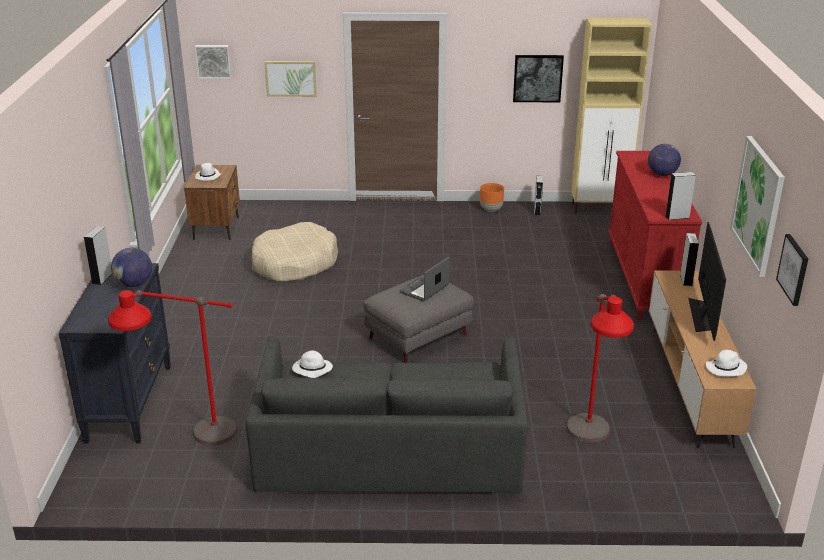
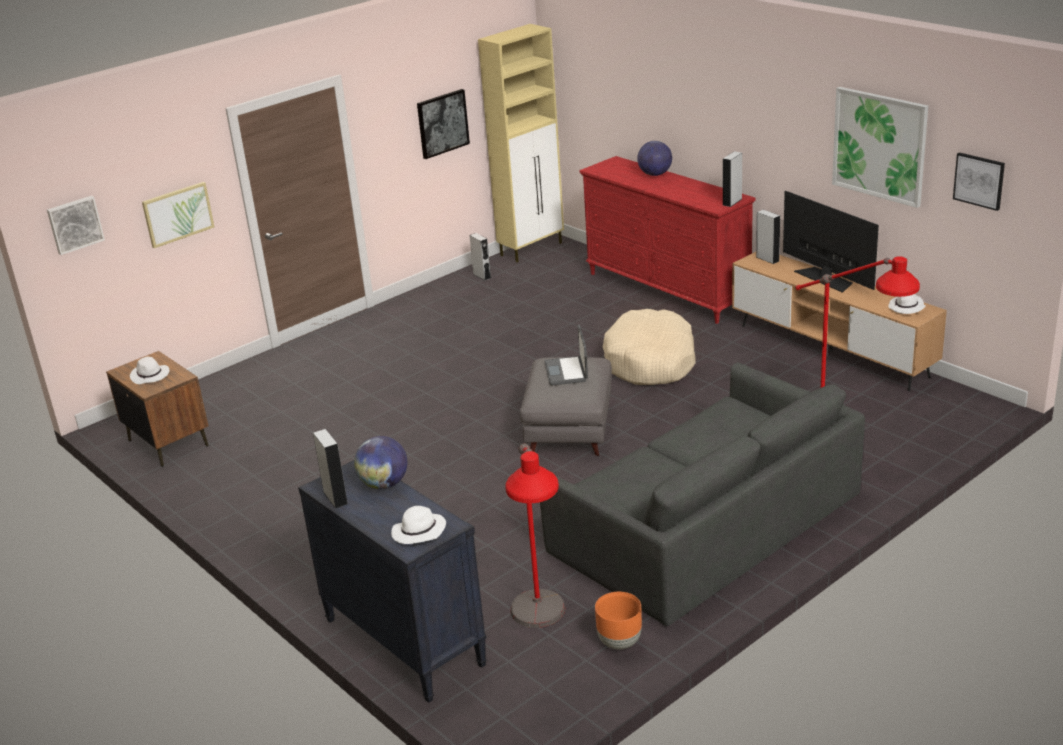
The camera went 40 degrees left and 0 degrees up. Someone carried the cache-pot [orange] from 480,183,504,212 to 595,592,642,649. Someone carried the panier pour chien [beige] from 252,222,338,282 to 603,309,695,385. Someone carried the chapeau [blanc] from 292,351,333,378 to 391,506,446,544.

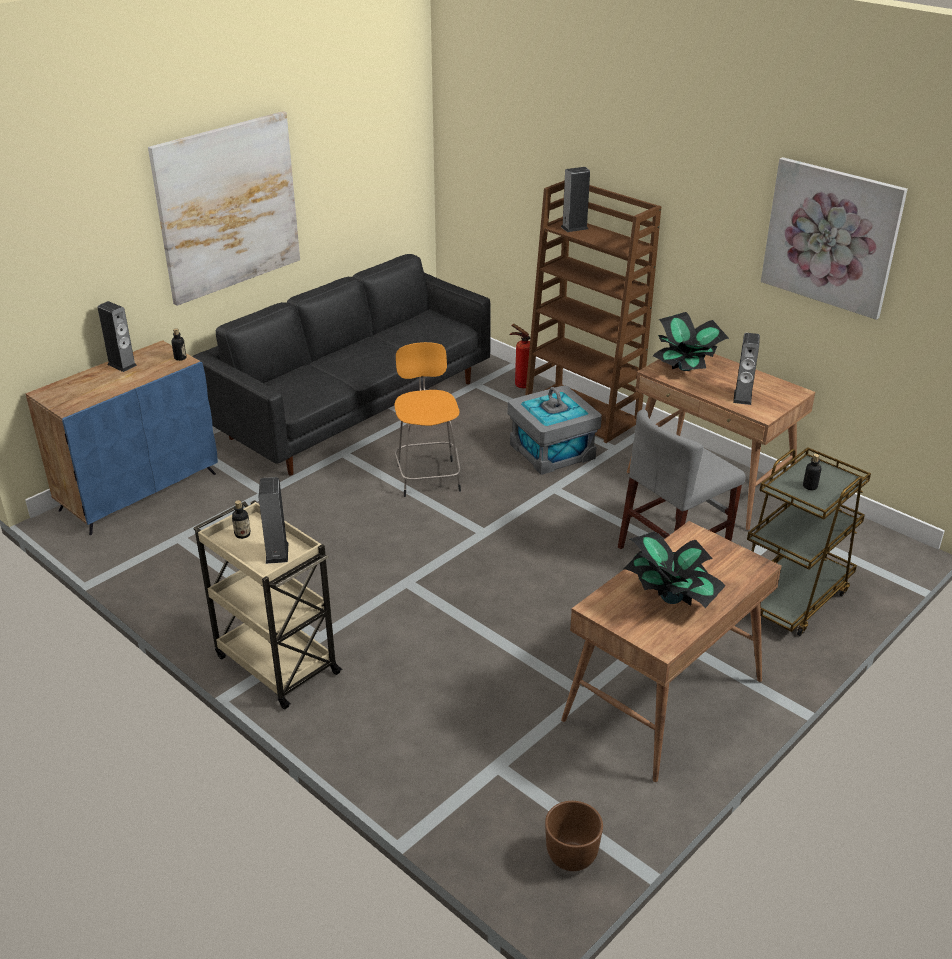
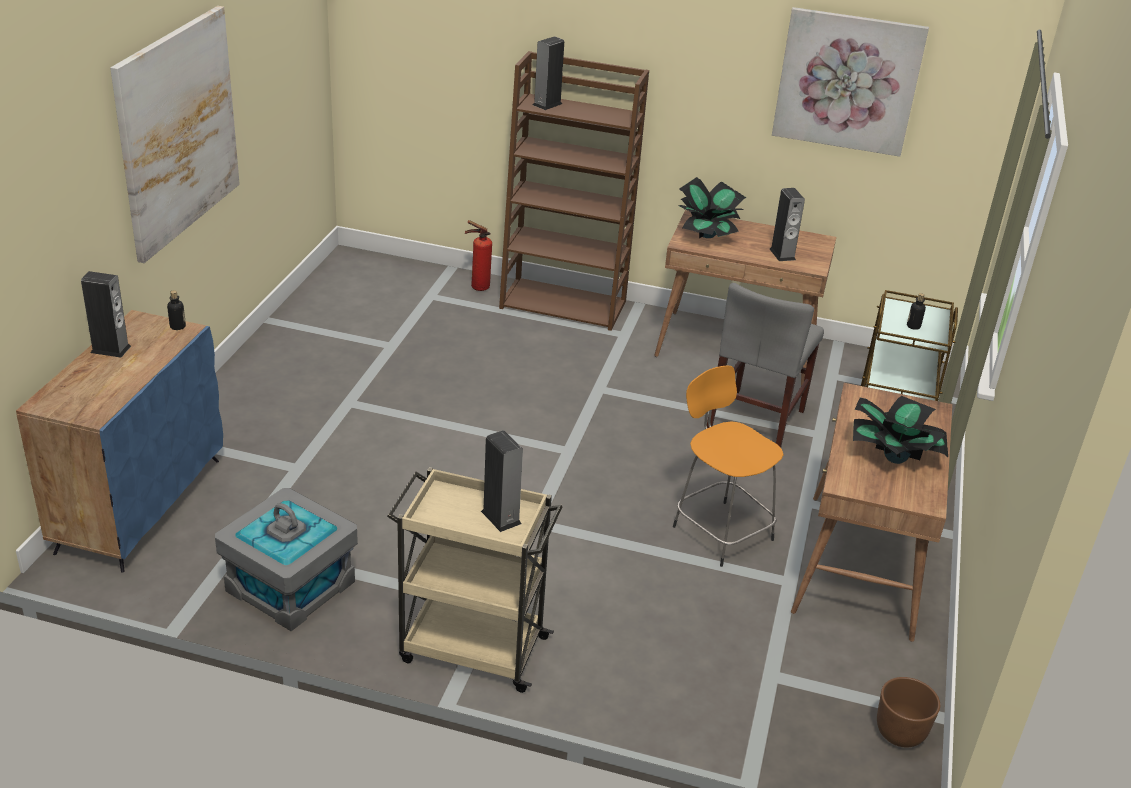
The camera went 30 degrees left and 0 degrees up. Someone took away the canapé [noir] at 192,254,491,476. Someone carried the tabouret [orange] from 394,342,461,497 to 673,365,784,567. Someone carried the boîte de rangement [gris] from 508,385,602,475 to 215,488,358,631. Someone took away the bouteille at 232,500,251,539.

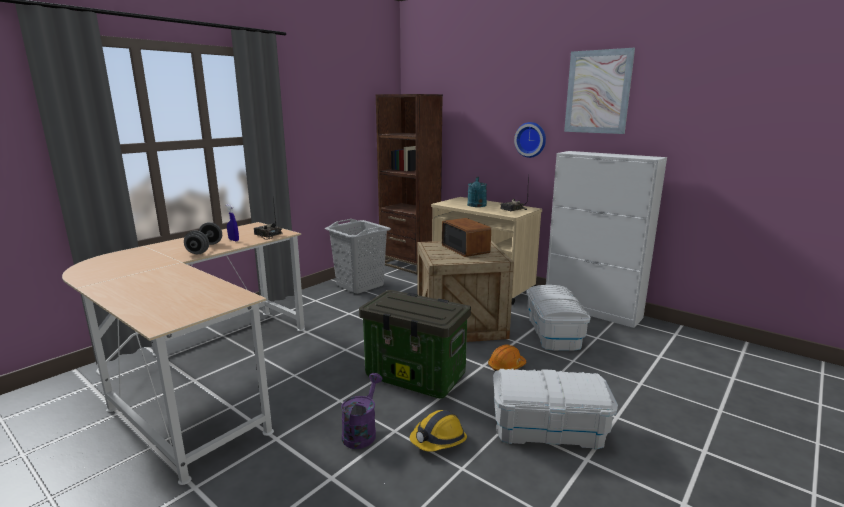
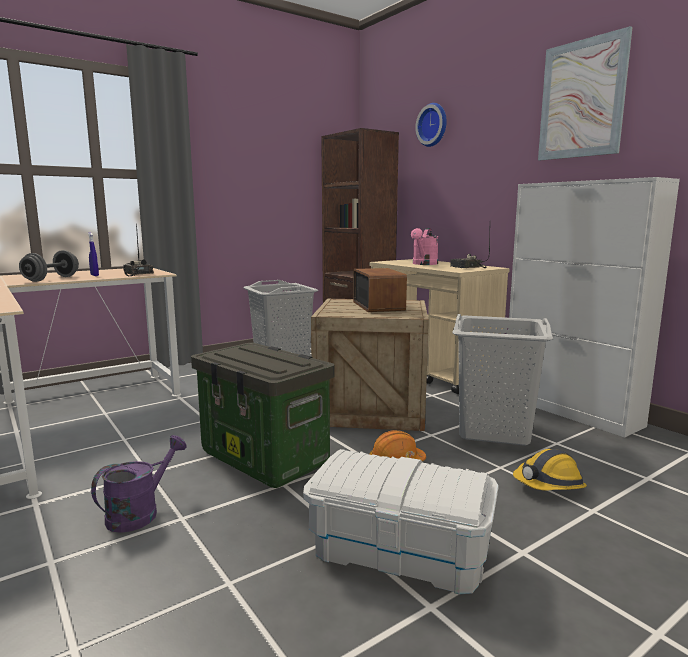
The camera went 15 degrees right and 5 degrees down. Someone carried the horloge murale from 514,122,546,158 to 415,103,447,147. Someone repainted the arrosoir [turquoise] at 467,177,487,207, which became the arrosoir [rose] at 411,228,438,265. Someone swapped the boîte de rangement [blanc] at 526,285,591,351 for the panier à linge [gris] at 452,314,553,446. Someone carried the casque de chantier from 410,410,467,452 to 513,449,587,491.

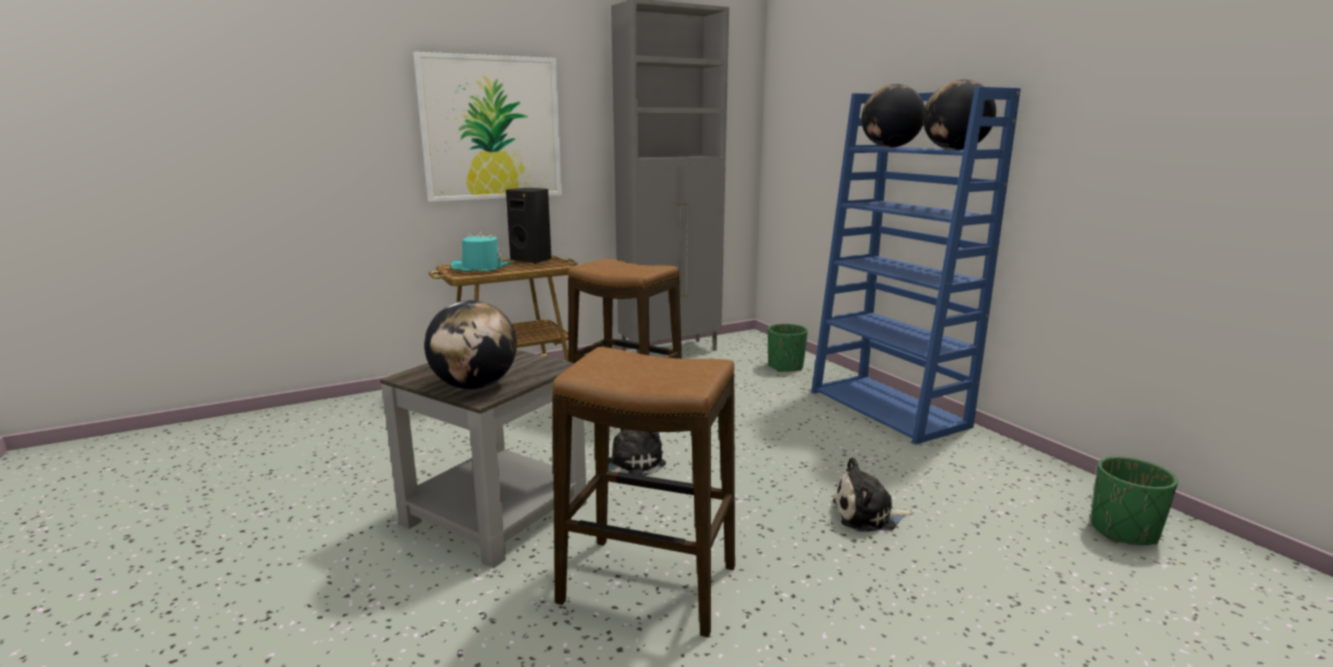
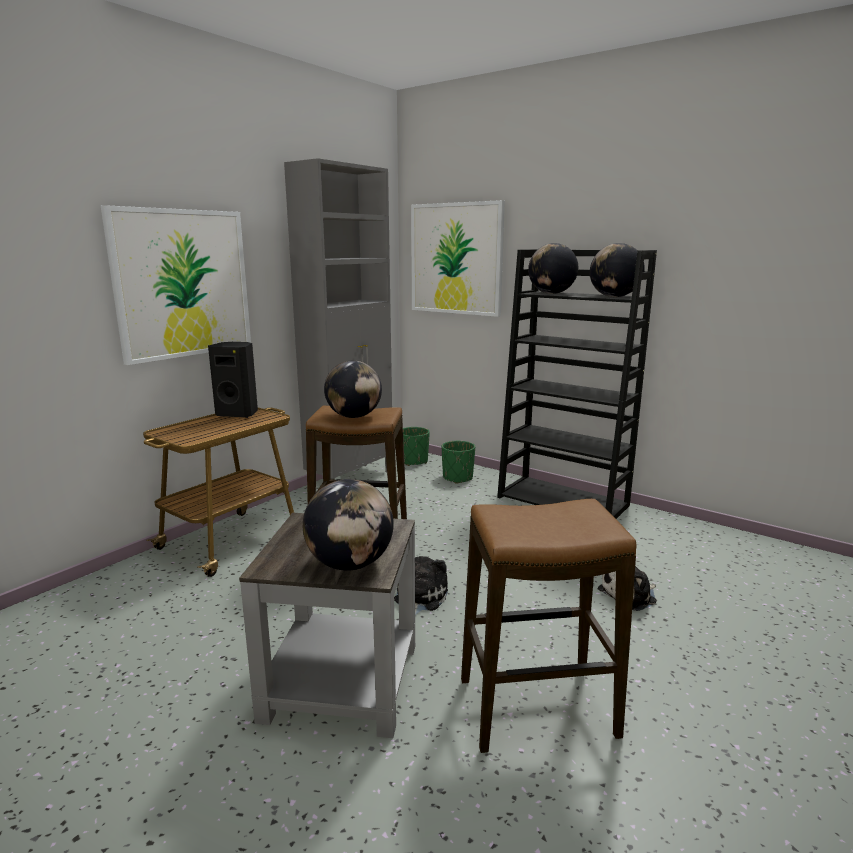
The camera went 25 degrees left and 0 degrees up. Someone repainted the bibliothèque [bleu] at 811,87,1021,445, which became the bibliothèque [noir] at 497,249,657,519. Someone took away the chapeau [turquoise] at 451,231,512,271. Someone carried the cache-pot [vert] from 1091,456,1178,545 to 403,427,430,466. Someone put up the tableau at 411,200,505,317. Someone put down the globe at 324,361,382,418.

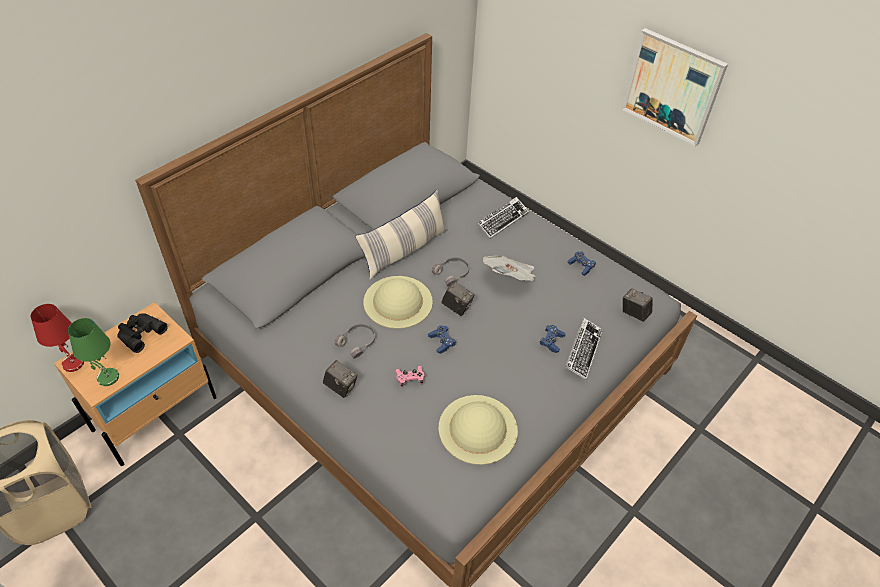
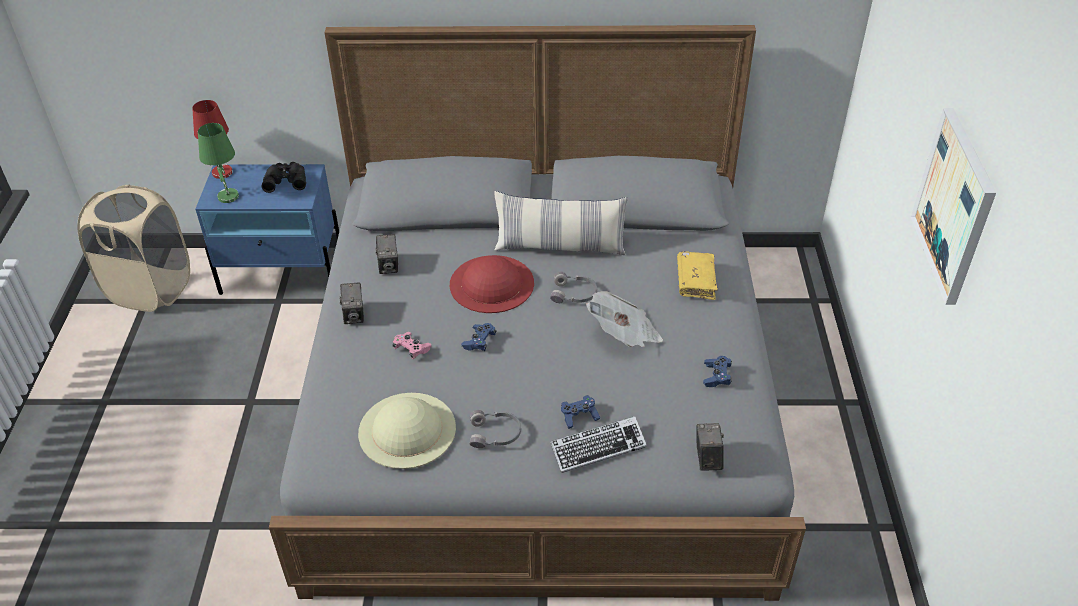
The camera went 50 degrees right and 5 degrees down. Someone swapped the clavier at 477,197,529,239 for the livre [jaune] at 677,251,718,300. Someone repainted the chapeau [beige] at 363,276,433,329, which became the chapeau [rouge] at 450,255,534,313. Someone carried the appareil photo from 441,281,475,316 to 375,234,398,274. Someone repainted the table de chevet [beige] at 54,302,217,466, which became the table de chevet [bleu] at 195,164,339,295. Someone carried the casque audio [gris] from 334,324,375,359 to 470,410,521,448.

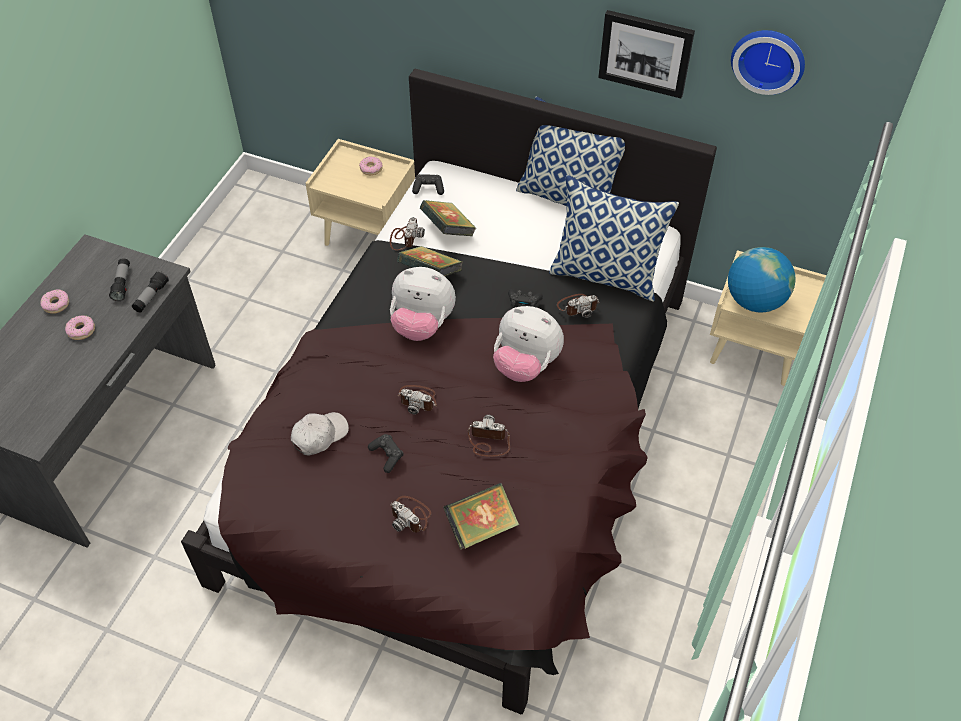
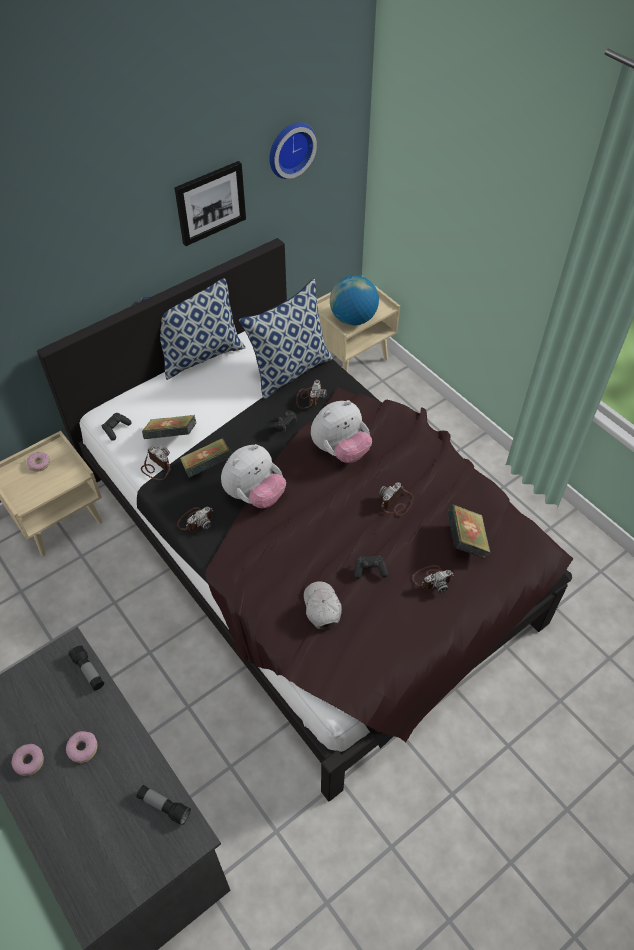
The camera went 60 degrees left and 0 degrees up. Someone carried the lampe de poche from 109,258,130,301 to 136,785,191,826. Someone carried the appareil photo from 397,385,437,415 to 177,507,214,532.

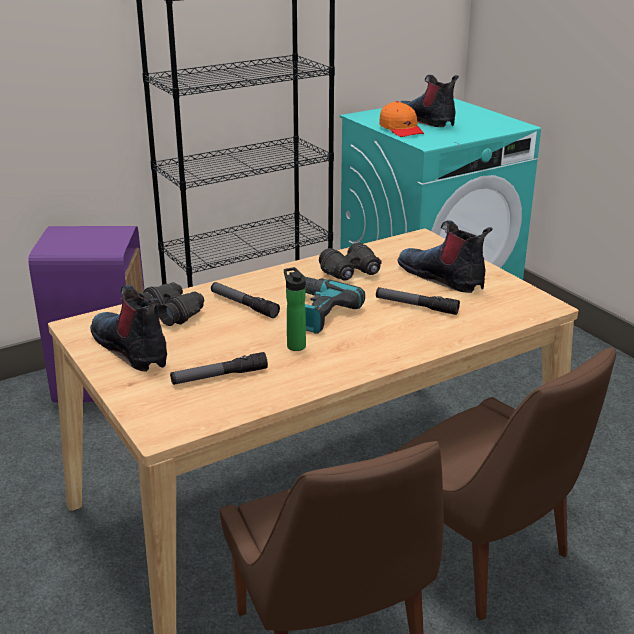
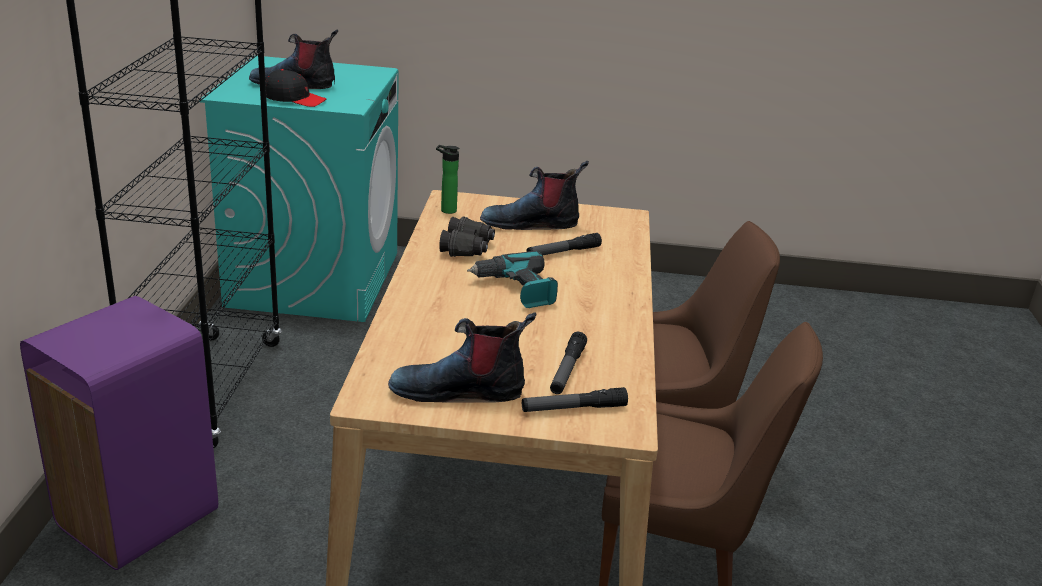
The camera went 55 degrees left and 0 degrees up. Someone repainted the casquette [orange] at 379,101,424,137, which became the casquette [noir] at 265,69,327,107. Someone carried the bouteille from 284,267,306,351 to 436,145,459,214. Someone took away the jumelles [noir] at 139,282,204,326. Someone carried the lampe de poche from 211,282,280,318 to 522,387,628,412.

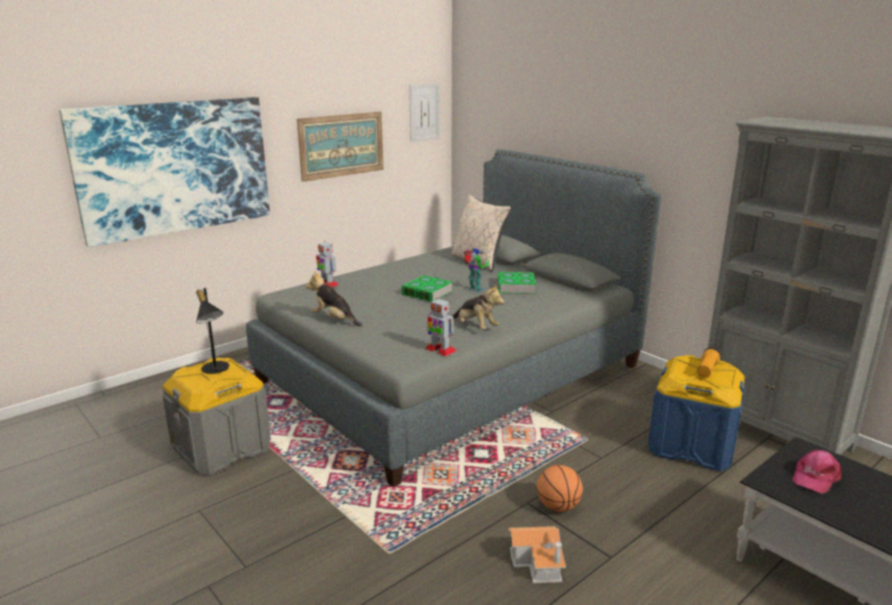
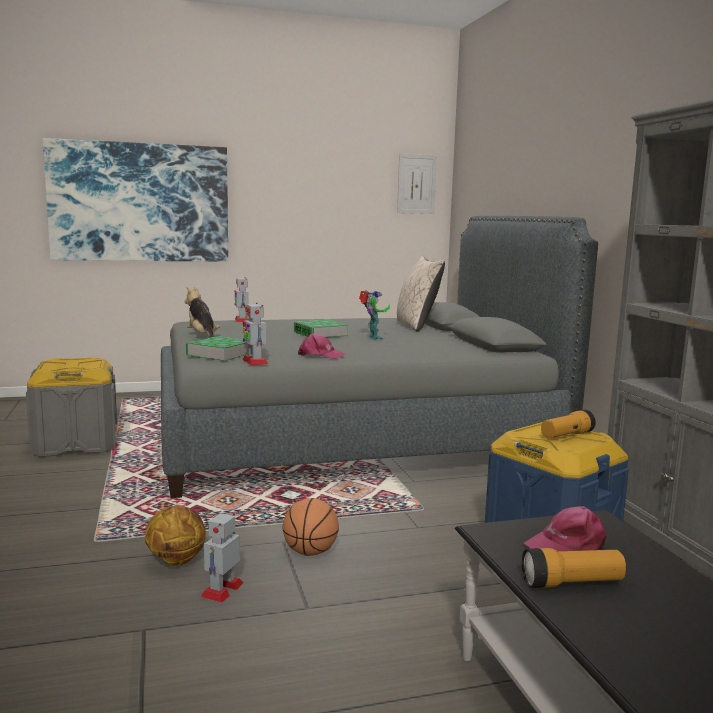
The camera went 25 degrees right and 10 degrees down. Someone took away the tableau at 297,112,383,182. Someone carried the livre from 498,272,536,294 to 186,336,248,361. Someone swapped the peluche at 451,283,504,329 for the casquette [rose] at 298,333,346,359. Someone took away the lampe de table [noir] at 196,288,229,374. Someone swapped the maison miniature at 509,526,566,583 for the robot jouet at 201,513,243,603. Someone put down the ballon de basket at 144,505,206,566. Someone put down the lampe de poche at 522,548,626,588.

